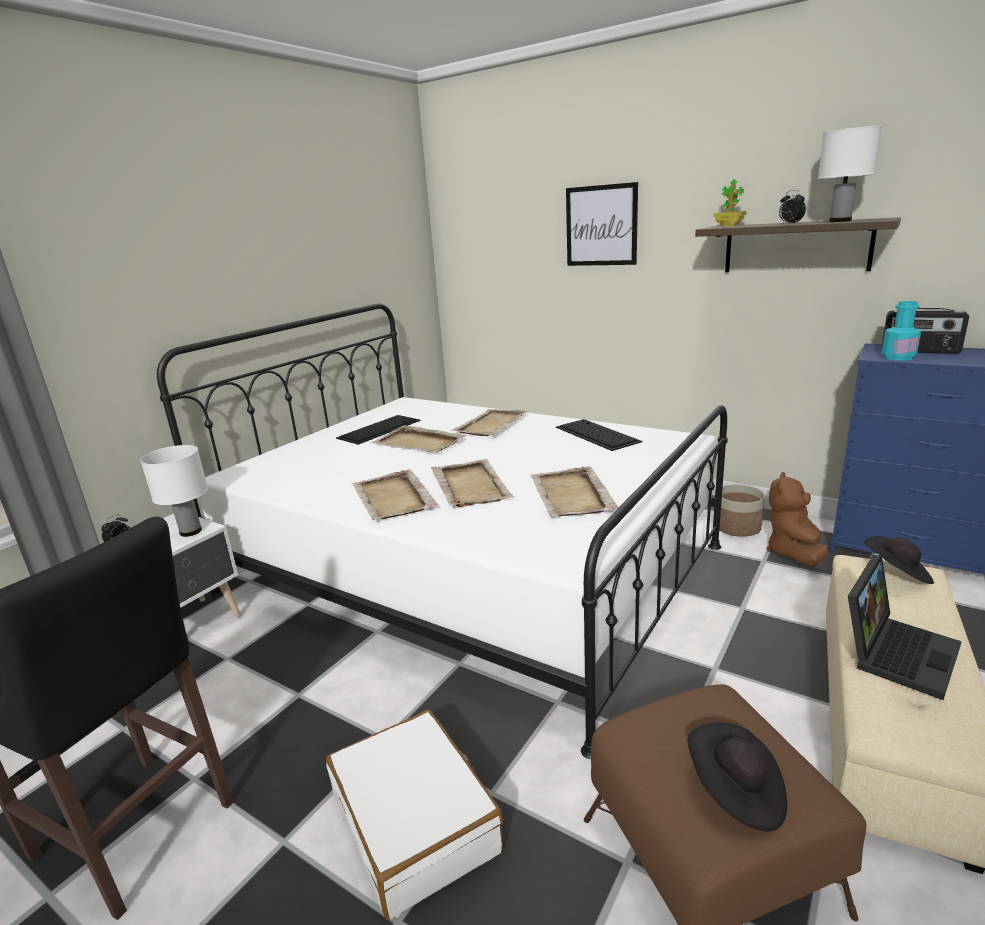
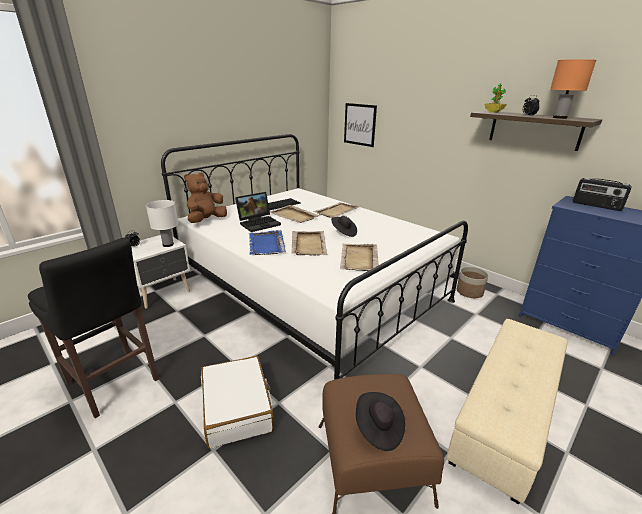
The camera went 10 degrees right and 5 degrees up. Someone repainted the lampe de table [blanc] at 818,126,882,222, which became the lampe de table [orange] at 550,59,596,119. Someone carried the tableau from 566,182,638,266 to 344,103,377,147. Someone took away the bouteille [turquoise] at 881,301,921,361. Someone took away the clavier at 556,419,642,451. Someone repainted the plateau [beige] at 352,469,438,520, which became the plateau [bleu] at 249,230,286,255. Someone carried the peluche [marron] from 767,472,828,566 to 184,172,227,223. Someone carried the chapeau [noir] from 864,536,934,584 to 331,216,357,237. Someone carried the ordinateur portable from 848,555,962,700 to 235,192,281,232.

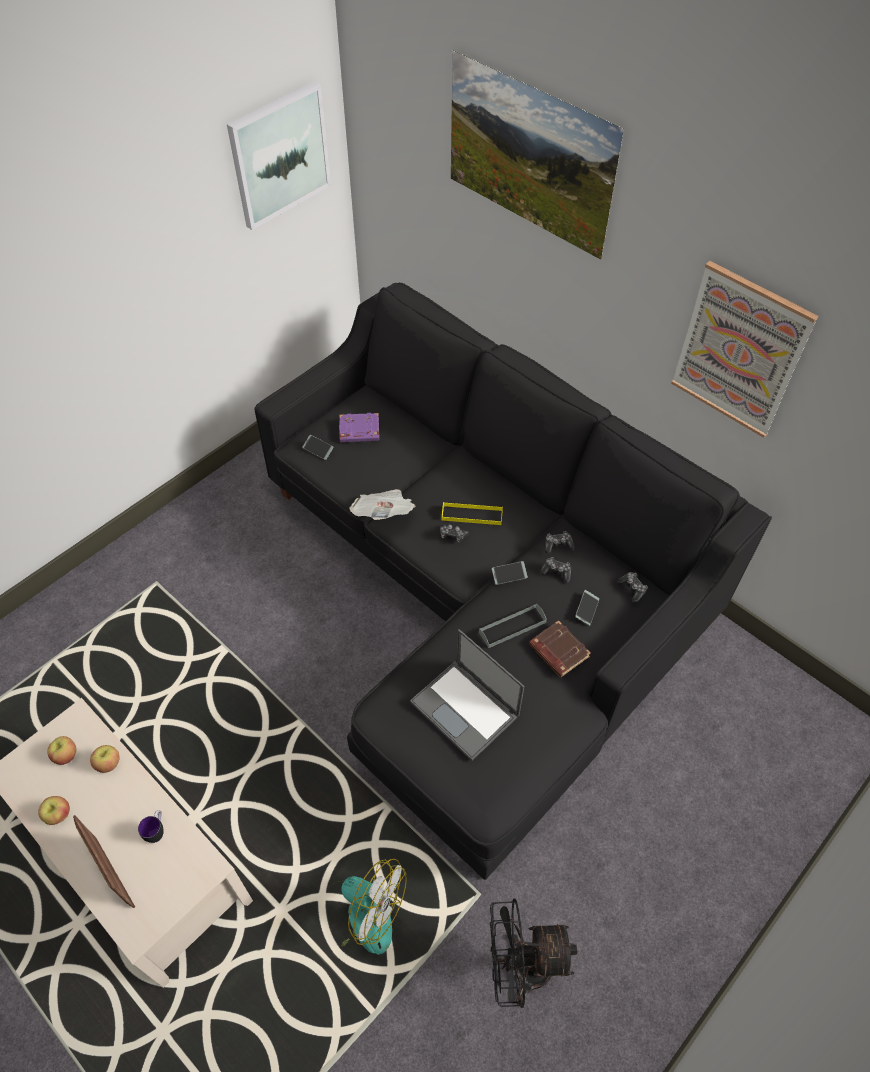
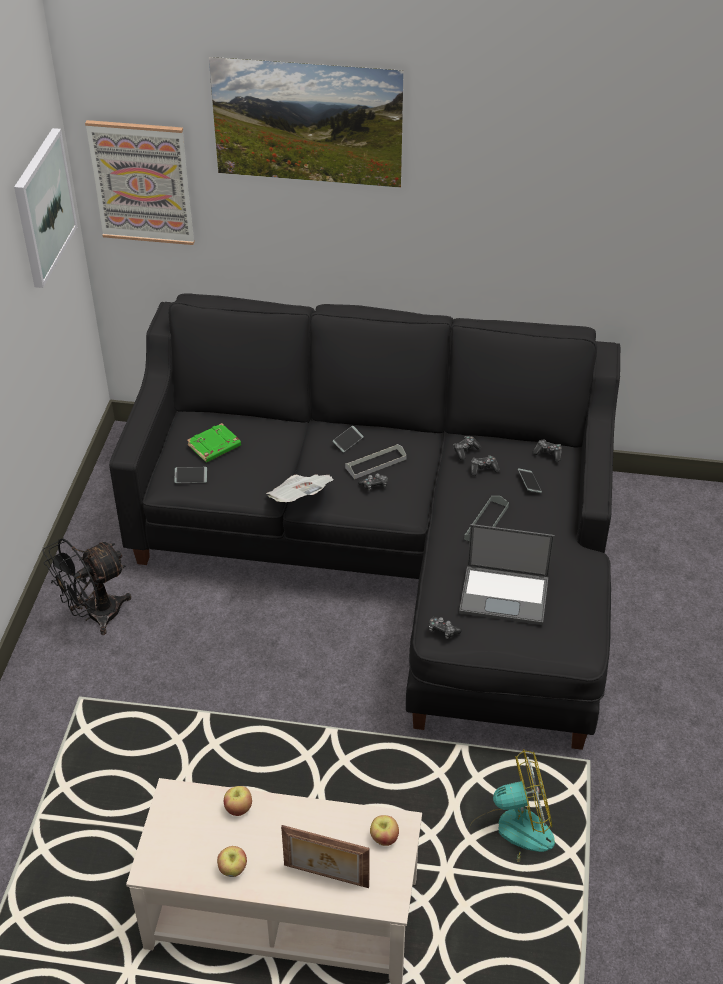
The camera went 35 degrees left and 10 degrees down. Someone carried the tableau from 671,261,818,438 to 85,120,195,245. Someone repainted the livre [violet] at 339,413,379,442, which became the livre [vert] at 187,423,241,462. Someone repainted the plateau [jaune] at 442,502,503,525, which became the plateau [gris] at 345,444,407,479. Someone carried the téléphone from 492,561,528,585 to 332,426,364,452. Someone took away the livre [marron] at 529,620,591,677. Someone carried the pomme from 47,736,76,765 to 370,815,399,846. Someone took away the mug at 138,810,164,843. Someone carried the ventilateur [noir] from 490,898,577,1008 to 43,538,131,635. Someone put down the manette at 429,617,462,639.

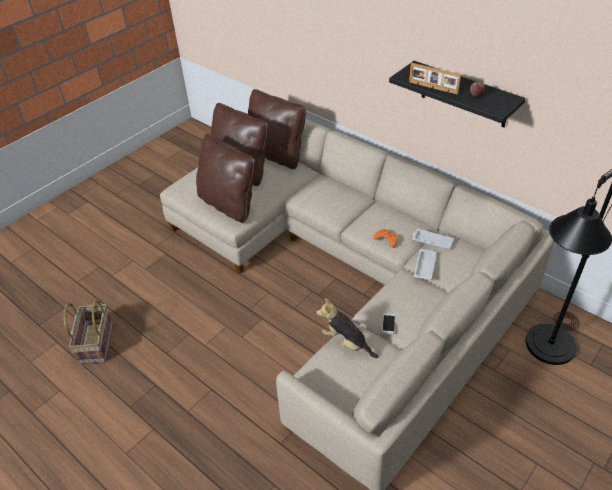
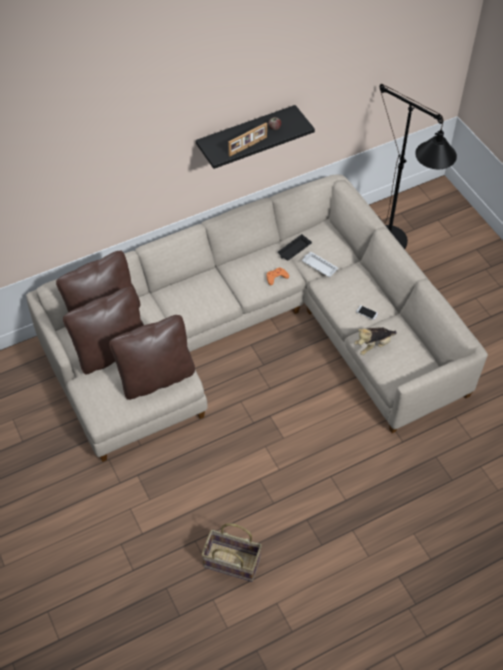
The camera went 70 degrees left and 10 degrees up. Someone repainted the plateau [blanc] at 412,229,454,249, which became the plateau [noir] at 278,234,312,260.

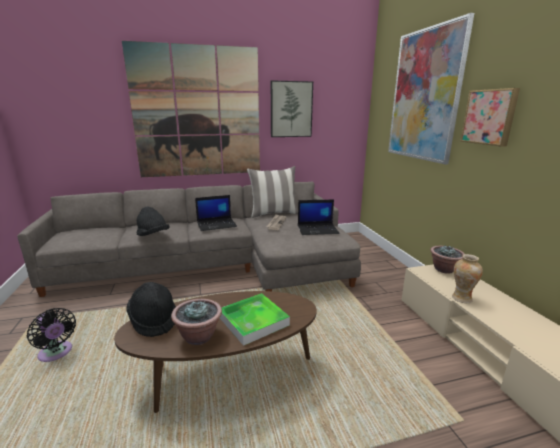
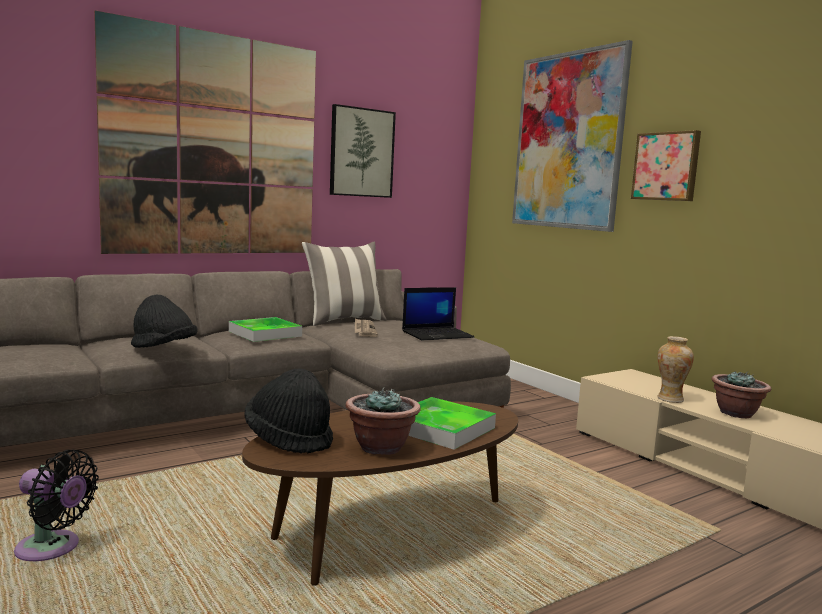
The camera went 20 degrees left and 10 degrees down. Someone swapped the ordinateur portable at 195,195,237,231 for the plateau at 229,317,302,342. Someone carried the plante en pot from 430,245,464,274 to 712,371,771,418.

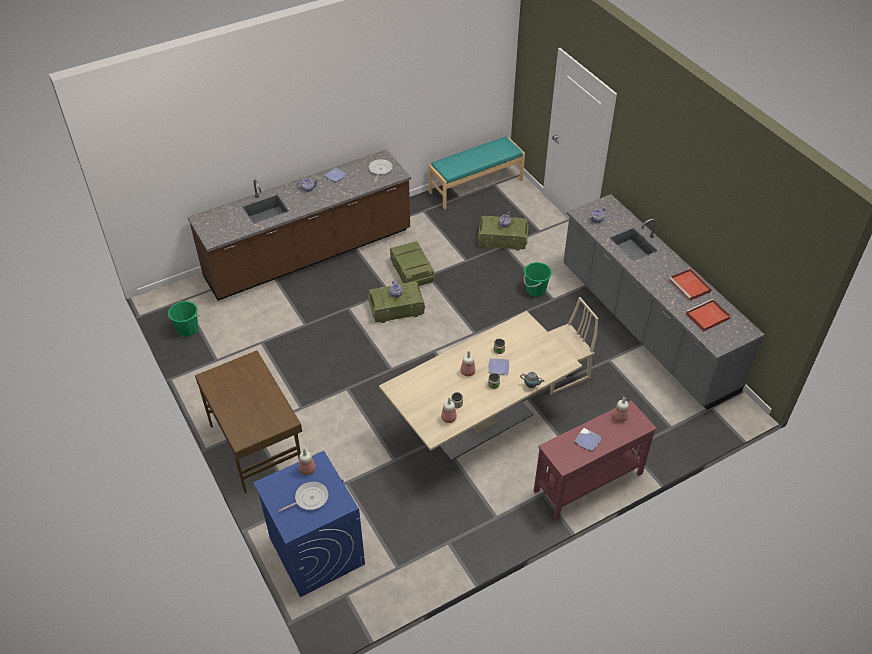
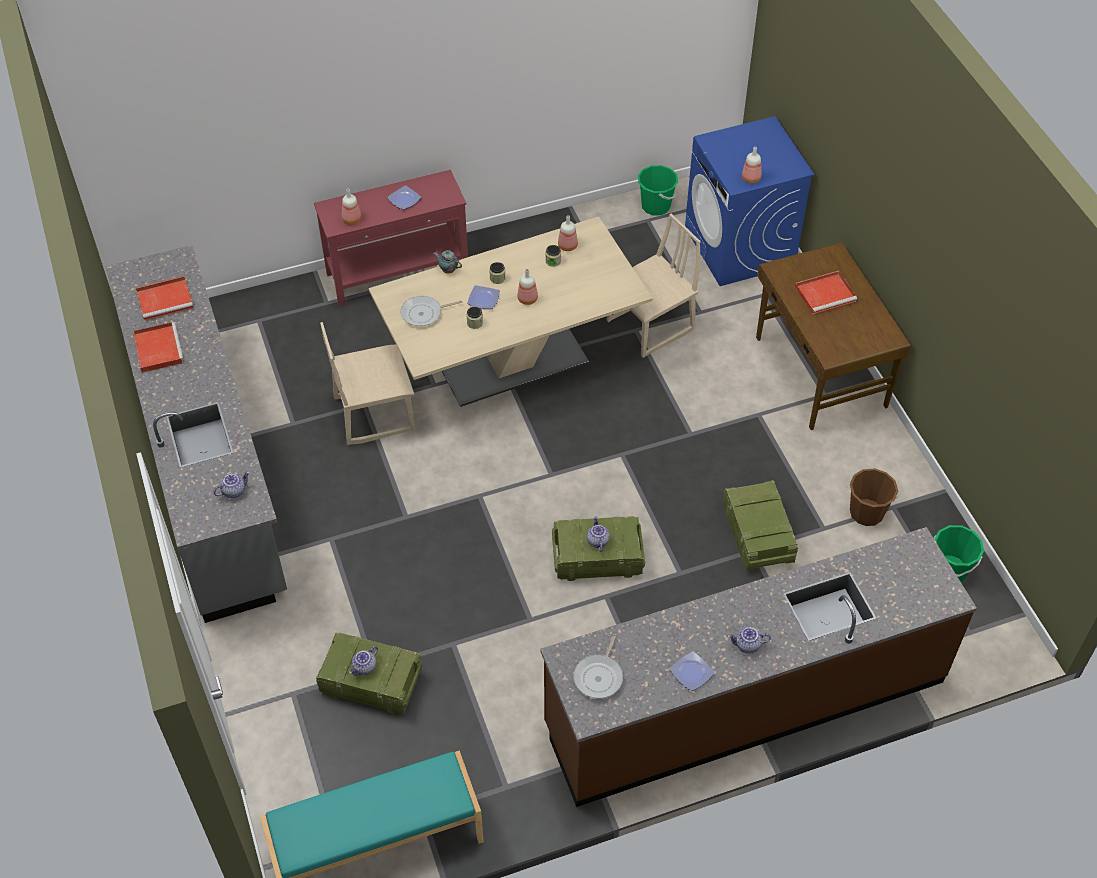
The camera went 170 degrees left and 5 degrees up. Someone carried the caisse from 390,241,434,286 to 723,480,798,571. Someone carried the seau [vert] from 524,262,552,297 to 638,165,678,216. Someone carried the poêle from 279,481,328,512 to 401,296,463,326. Someone put down the chaise [beige] at 606,214,701,358. Someone put down the plateau [rouge] at 795,270,857,314. Someone put down the seau [marron] at 850,468,898,526.

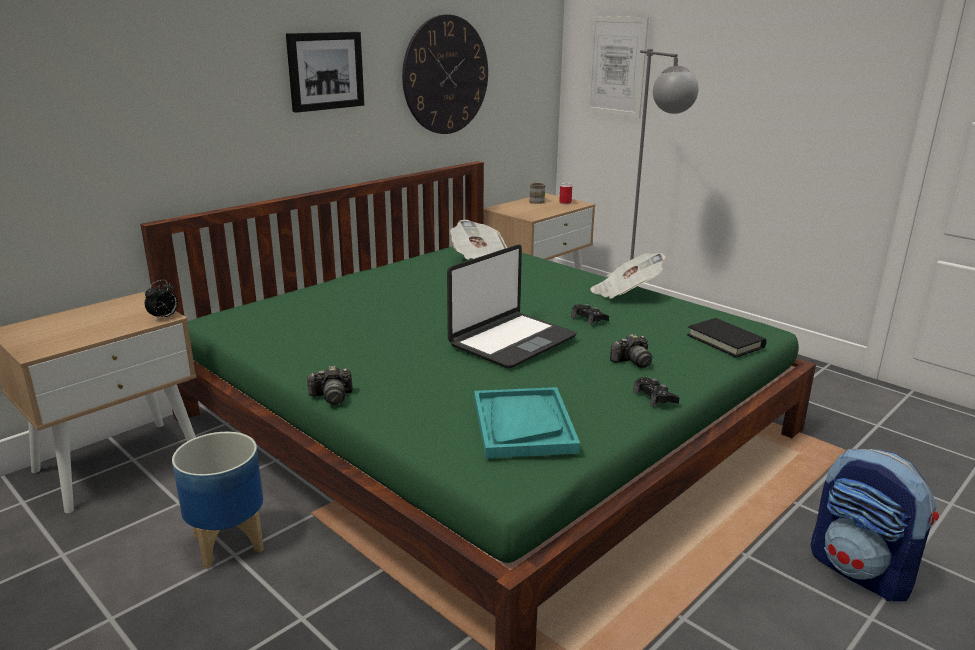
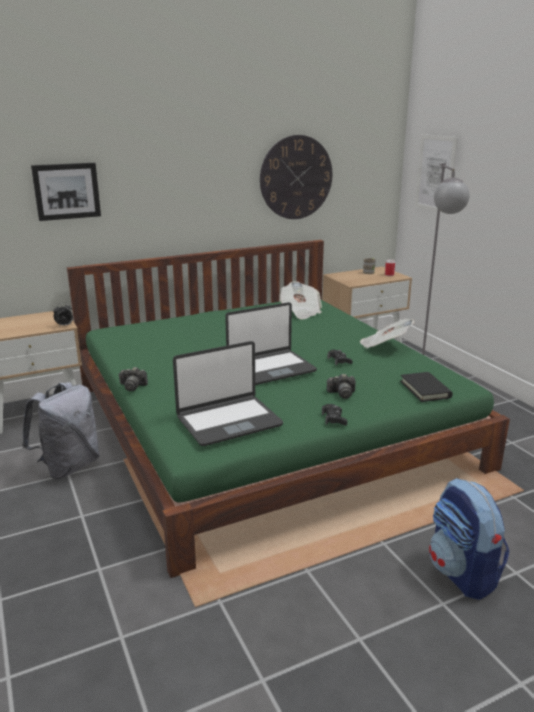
The camera went 20 degrees right and 0 degrees up. Someone carried the tableau from 286,32,364,113 to 31,163,101,221. Someone swapped the plateau [turquoise] at 474,387,580,458 for the ordinateur portable at 173,341,283,446. Someone swapped the cache-pot at 172,432,264,569 for the sac à dos [gris] at 22,382,100,479.

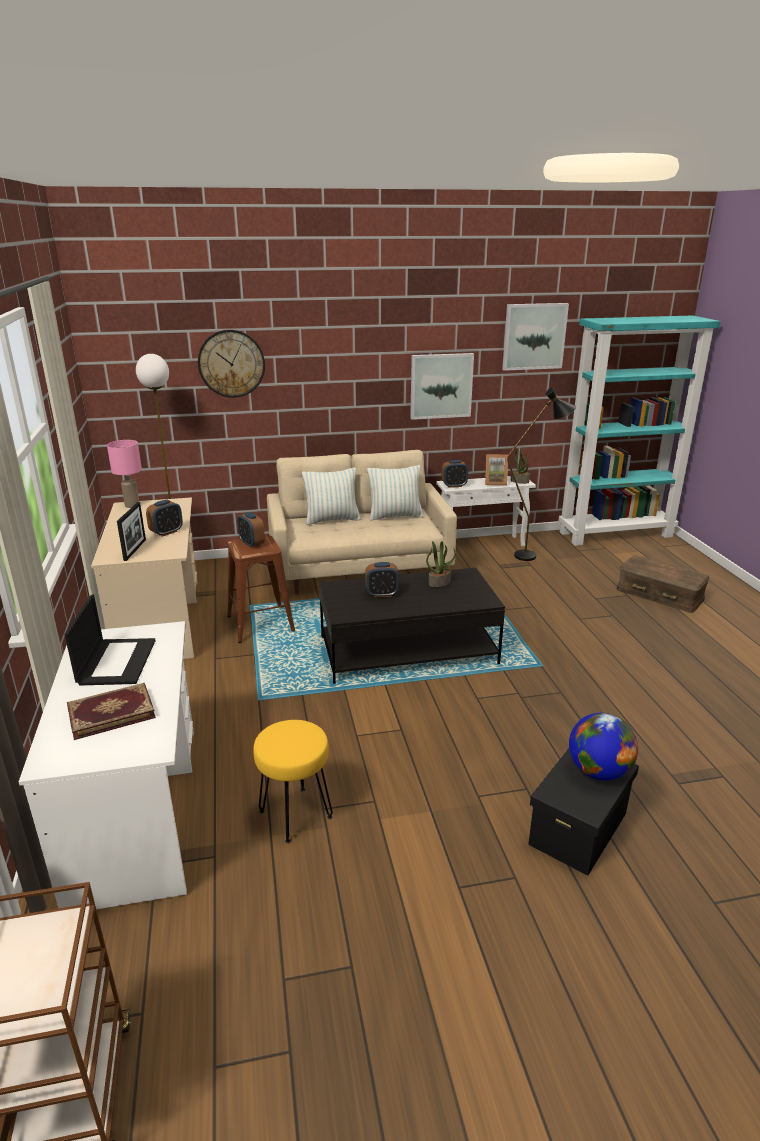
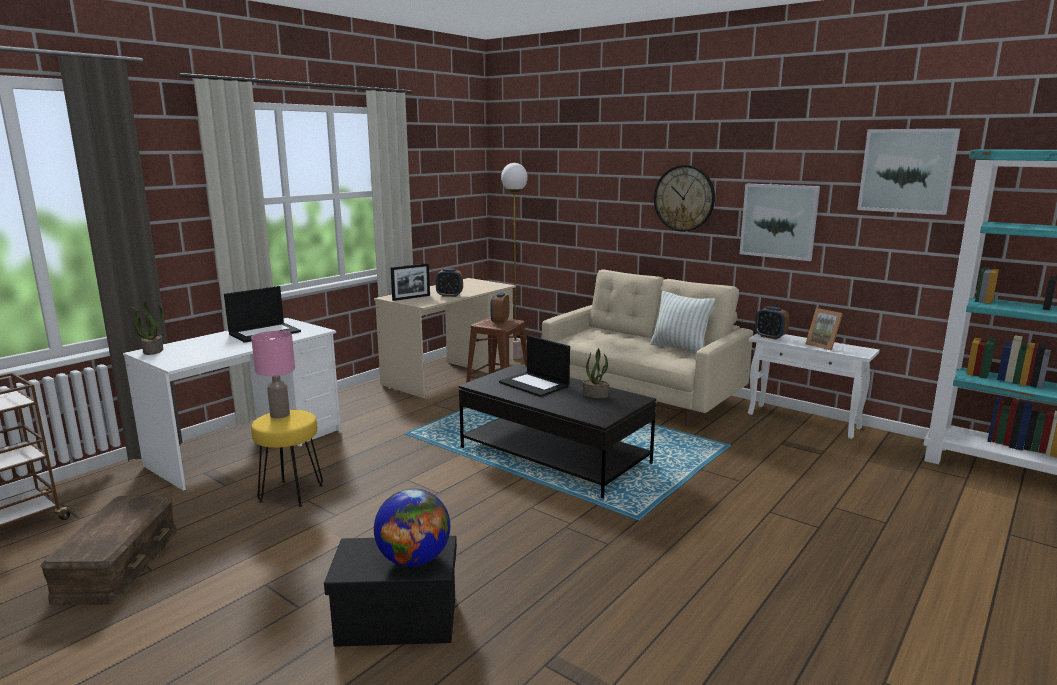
The camera went 50 degrees right and 10 degrees down. Someone carried the horloge murale from 198,330,265,398 to 654,165,715,231. Someone took away the lampadaire [noir] at 507,387,576,561. Someone carried the lampe de table [rose] from 107,440,142,508 to 251,331,295,419. Someone carried the plante en pot from 511,448,530,484 to 130,301,163,355. Someone took away the coussin at 302,468,361,525. Someone carried the boîte de rangement [marron] from 617,555,710,613 to 40,496,177,605. Someone swapped the réveil at 365,562,399,598 for the ordinateur portable at 499,335,570,397. Someone took away the livre at 67,683,156,740.

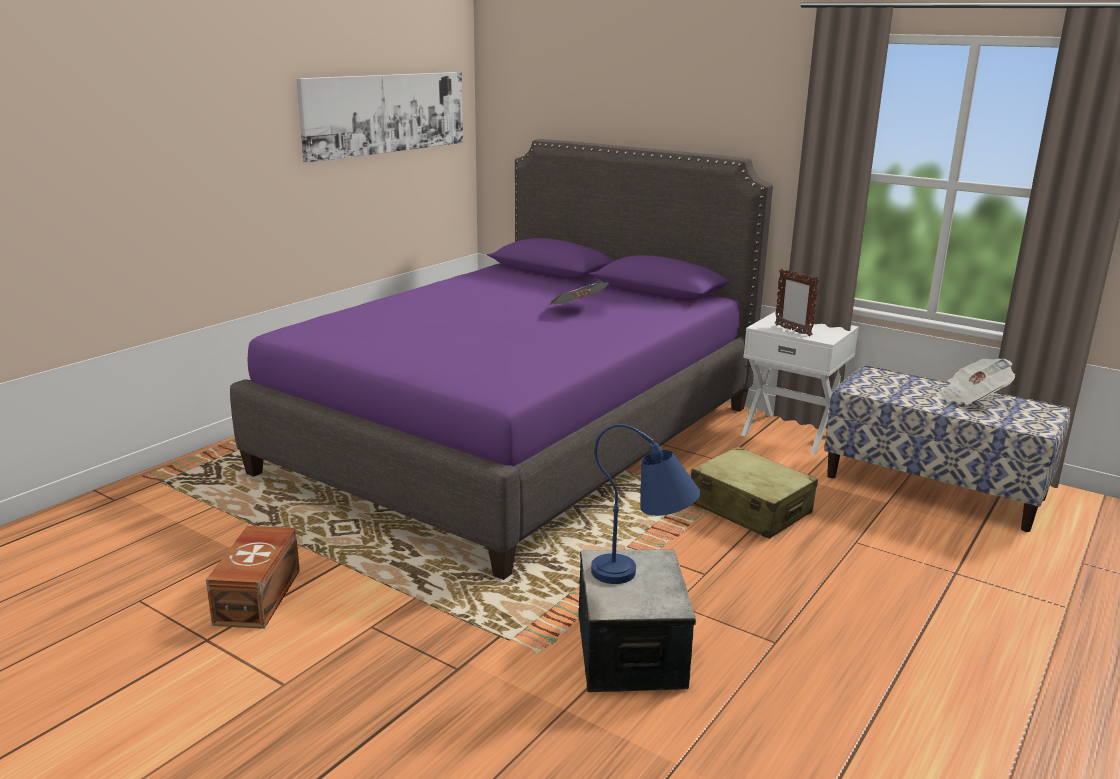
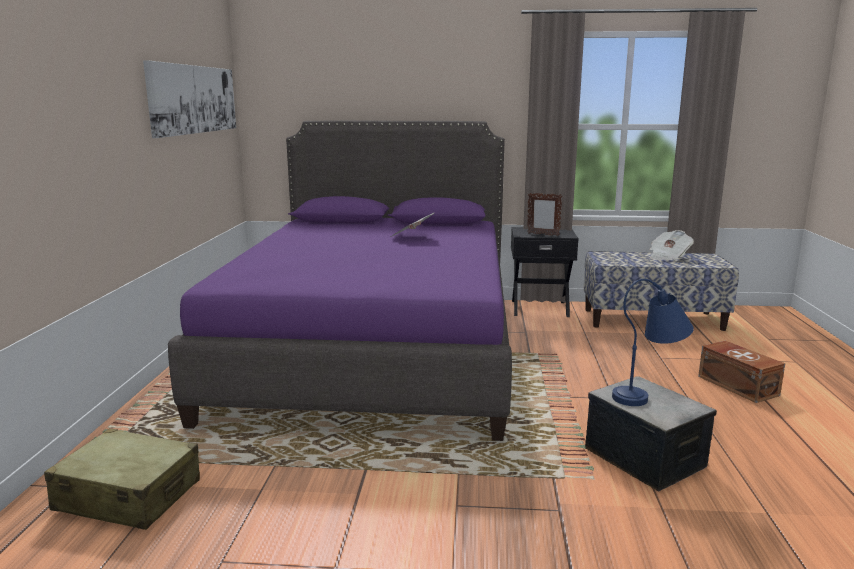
The camera went 30 degrees left and 5 degrees down. Someone repainted the table de chevet [blanc] at 741,311,859,455, which became the table de chevet [noir] at 511,227,579,317. Someone carried the valise [beige] from 691,446,818,539 to 44,428,200,530. Someone carried the boîte de rangement [marron] from 206,526,300,629 to 698,340,785,403.

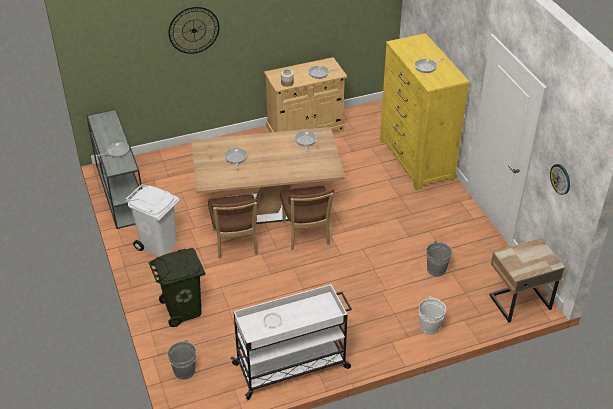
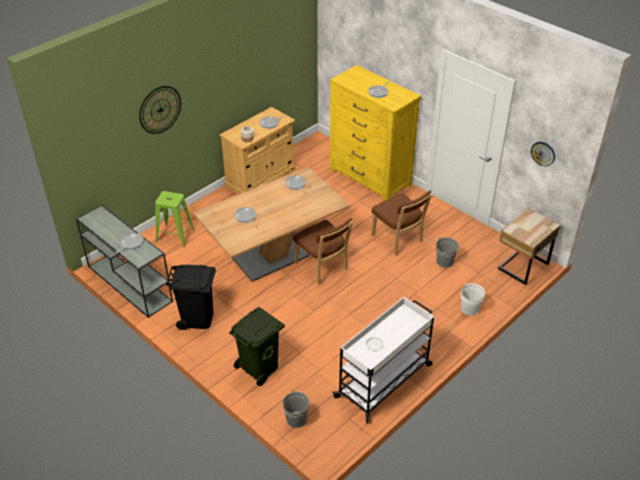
The camera went 25 degrees left and 0 degrees up. Someone repainted the poubelle [blanc] at 125,184,180,257, which became the poubelle [noir] at 166,265,216,330. Someone carried the chaise [marron] from 208,194,258,259 to 371,190,432,255. Someone put down the tabouret [vert] at 155,191,195,247.

